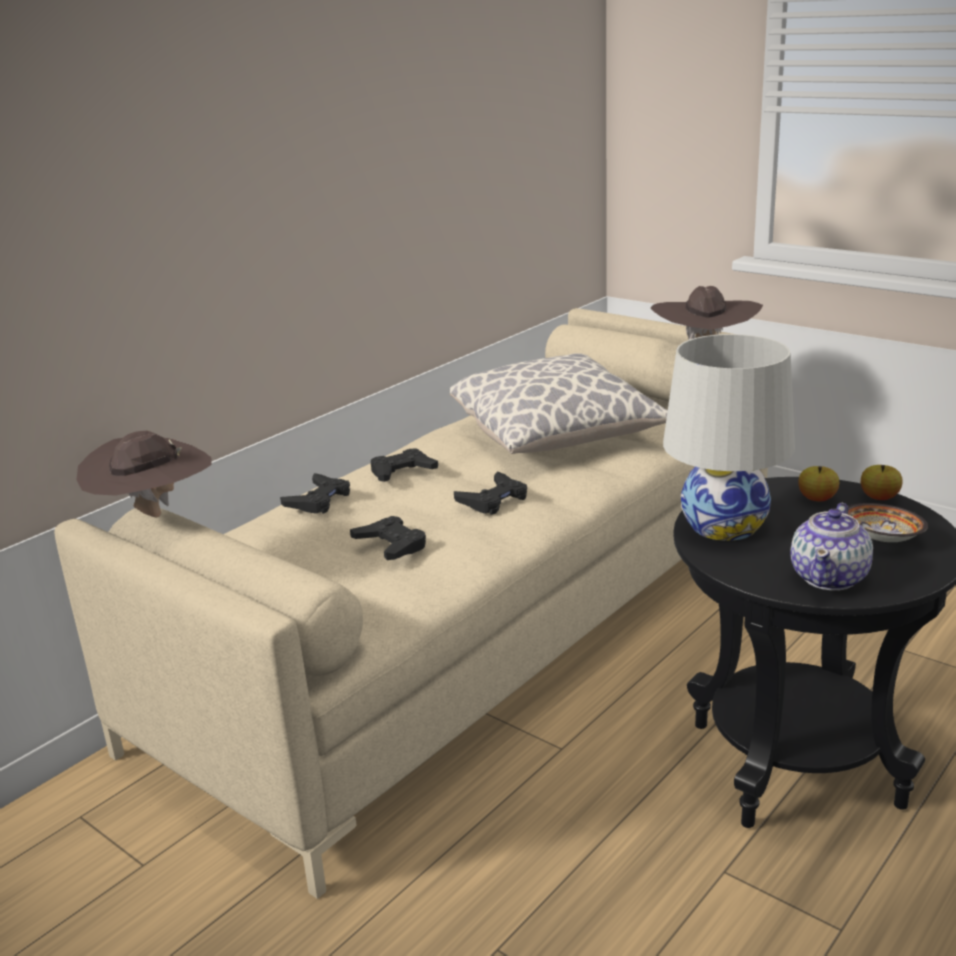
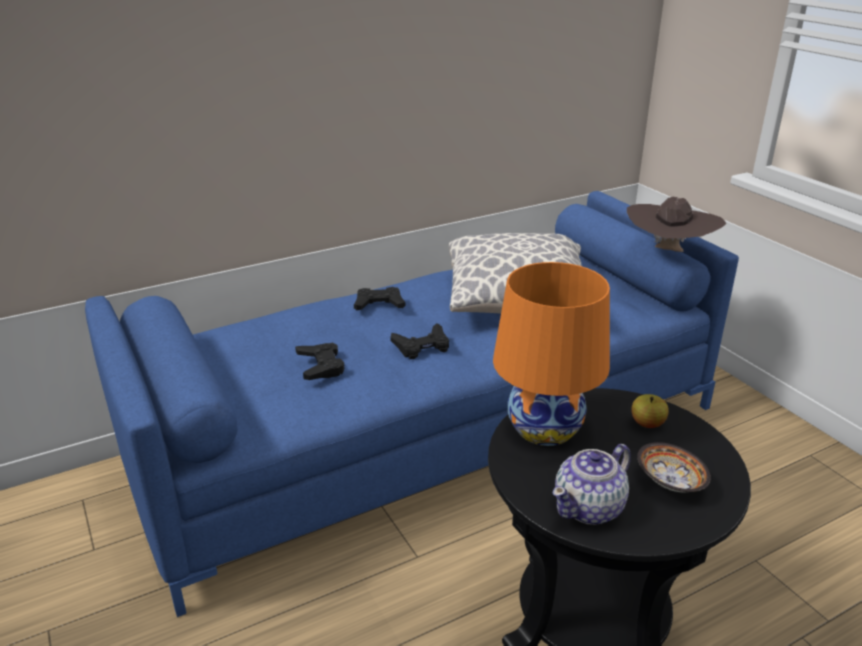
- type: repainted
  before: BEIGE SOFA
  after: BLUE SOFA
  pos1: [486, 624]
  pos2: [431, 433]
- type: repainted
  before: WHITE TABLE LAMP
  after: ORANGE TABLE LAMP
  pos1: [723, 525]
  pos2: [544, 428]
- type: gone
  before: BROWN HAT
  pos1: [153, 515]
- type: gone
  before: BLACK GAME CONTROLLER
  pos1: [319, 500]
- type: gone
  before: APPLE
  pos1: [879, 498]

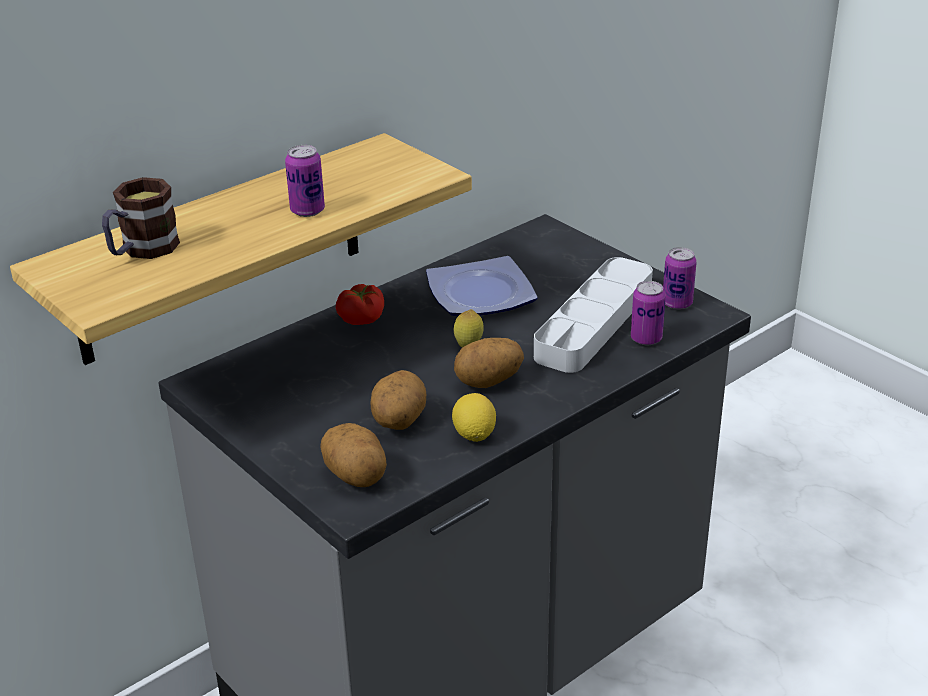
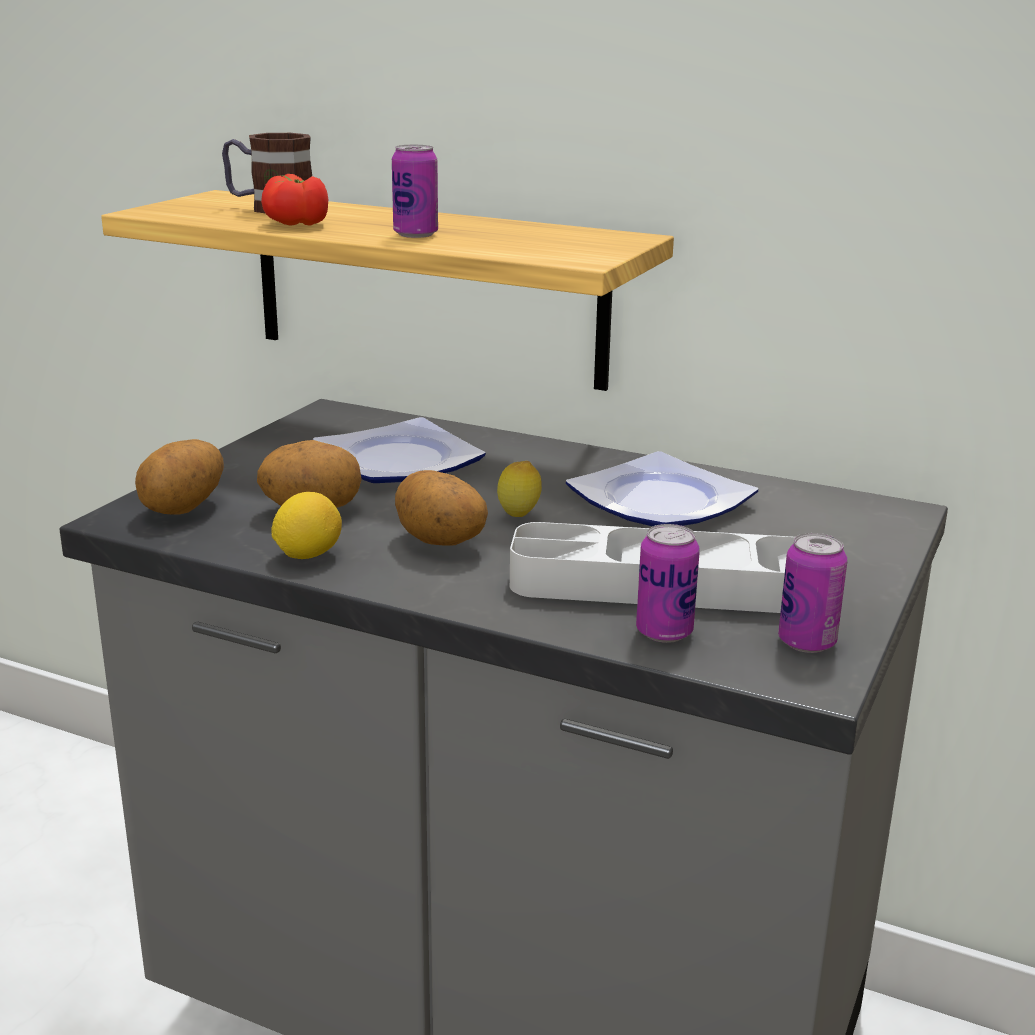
- type: shifted
  before: TOMATO
  pos1: [362, 319]
  pos2: [296, 224]
- type: new
  after: PLATE
  pos2: [397, 463]

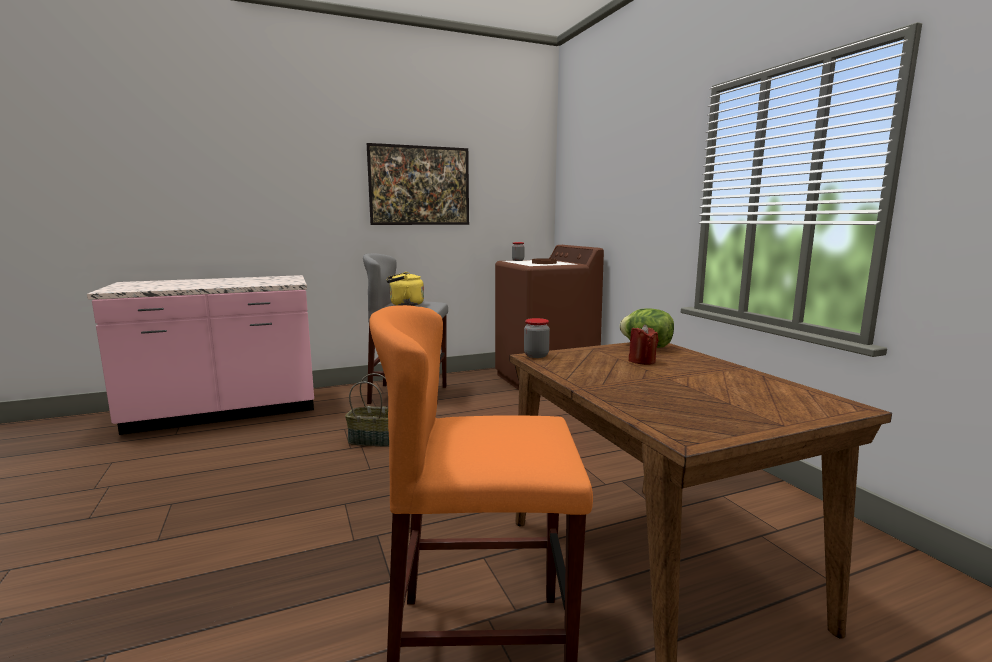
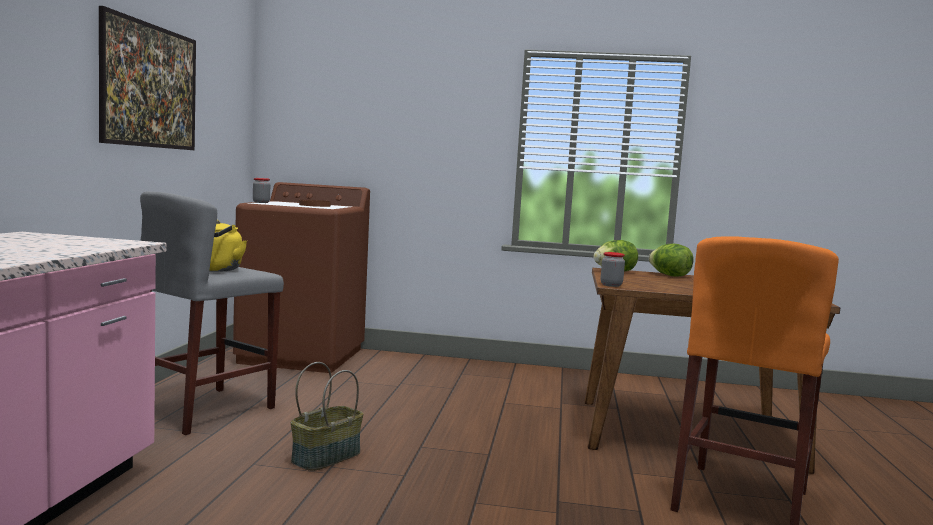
- type: new
  after: LETTUCE
  pos2: [670, 275]
- type: gone
  before: RED CANDLE
  pos1: [642, 361]

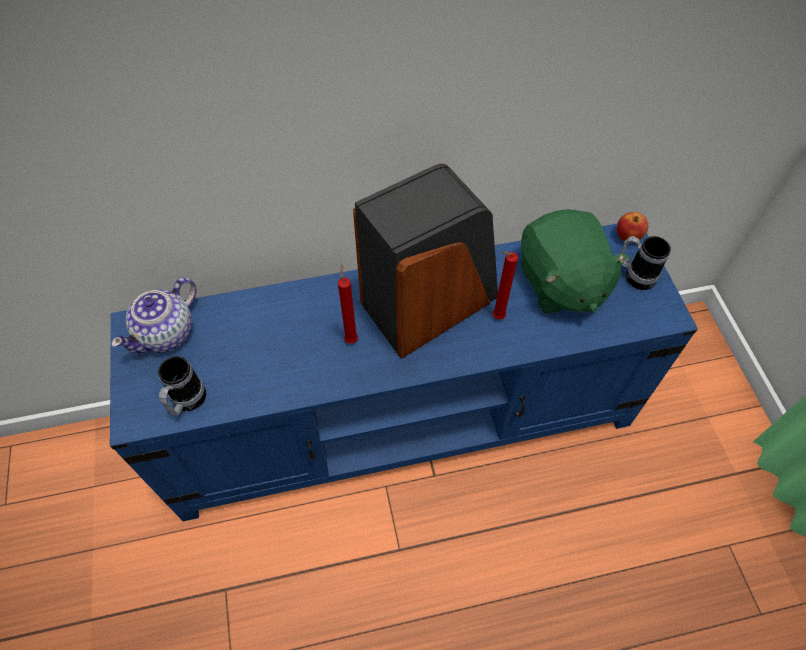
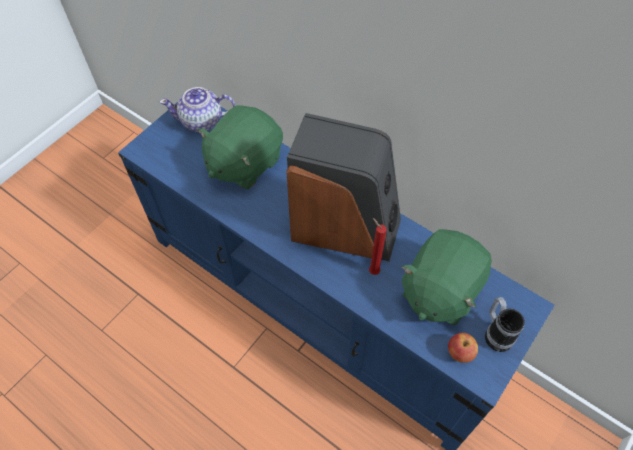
- type: new
  after: GREEN PLUSH TOY
  pos2: [244, 163]
- type: shifted
  before: APPLE
  pos1: [628, 237]
  pos2: [459, 353]
- type: gone
  before: MUG
  pos1: [186, 402]
- type: gone
  before: RED CANDLE
  pos1: [351, 338]

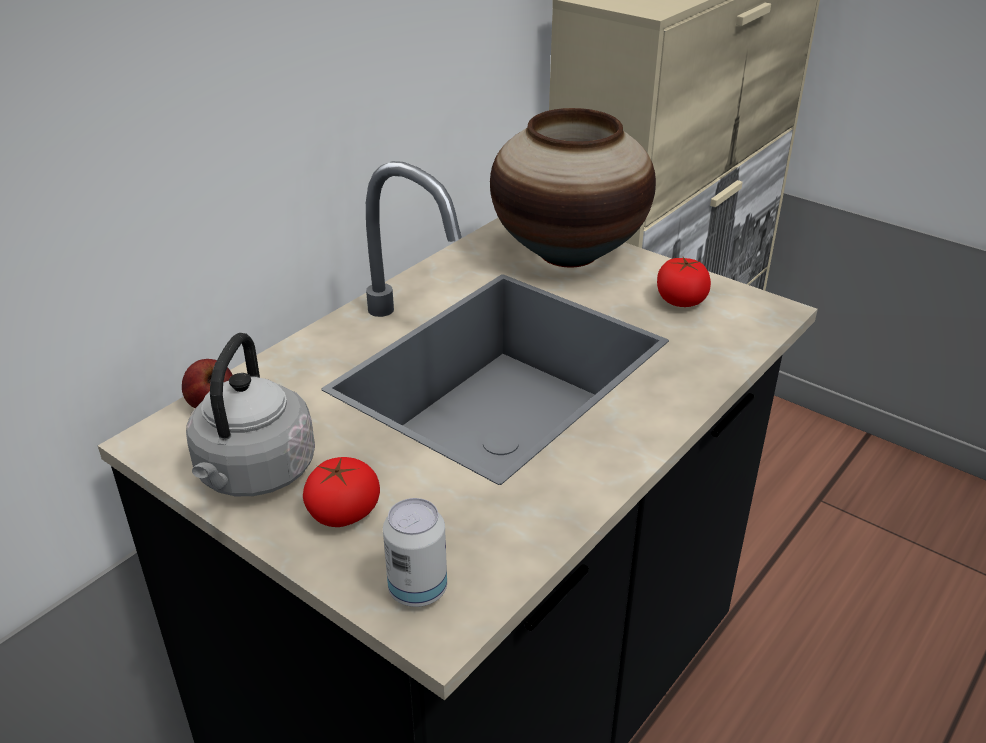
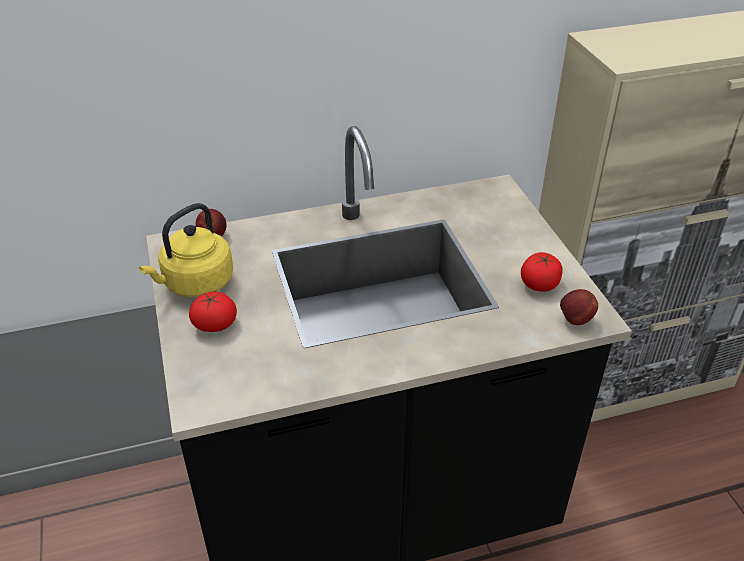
- type: repainted
  before: GREY KETTLE
  after: YELLOW KETTLE
  pos1: [254, 475]
  pos2: [195, 284]
- type: new
  after: APPLE
  pos2: [575, 320]
- type: gone
  before: CAN
  pos1: [418, 589]
- type: gone
  before: VASE
  pos1: [569, 253]

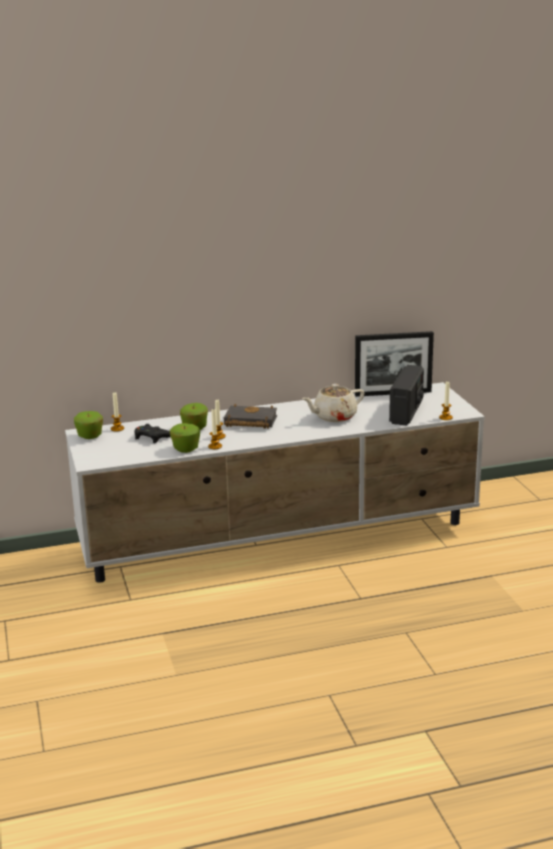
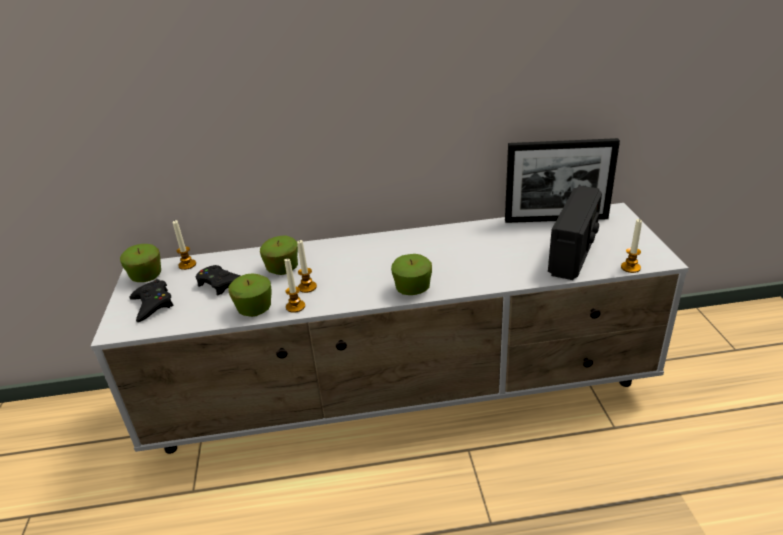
- type: new
  after: BLACK GAME CONTROLLER
  pos2: [152, 304]
- type: new
  after: APPLE
  pos2: [412, 289]
- type: gone
  before: BLACK BOOK
  pos1: [249, 422]
- type: gone
  before: BEIGE TEAPOT
  pos1: [334, 417]

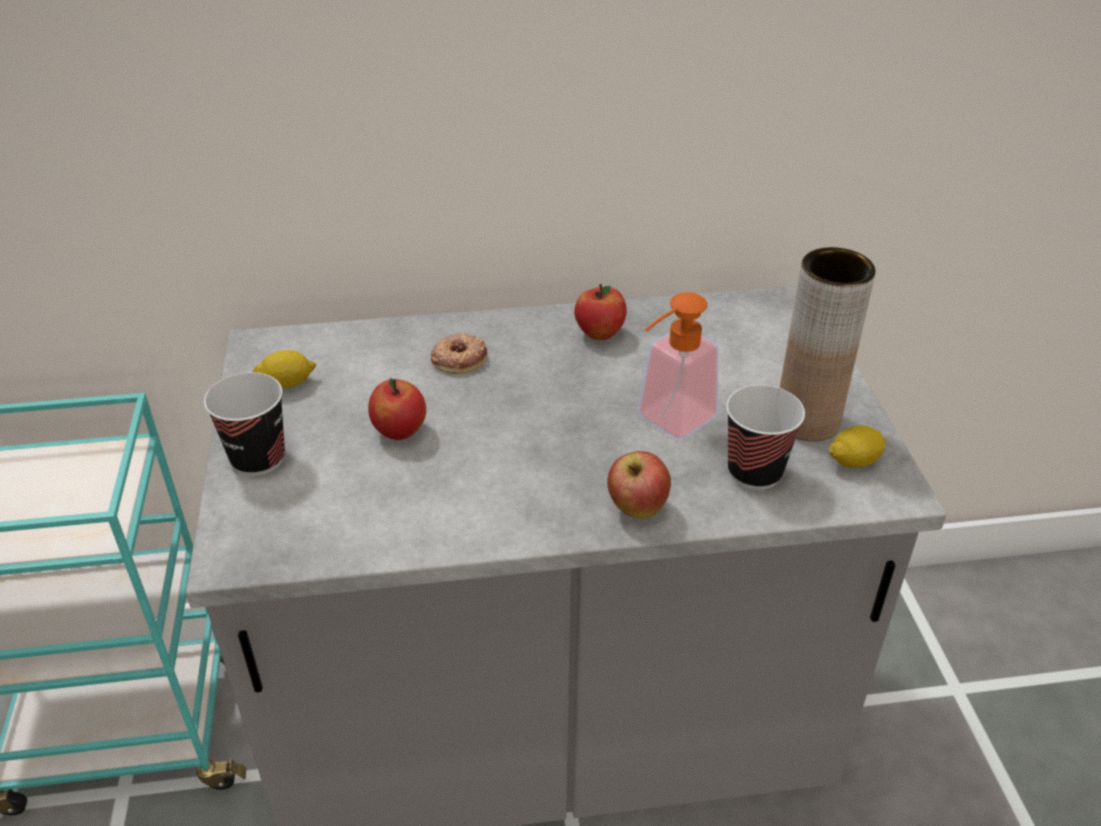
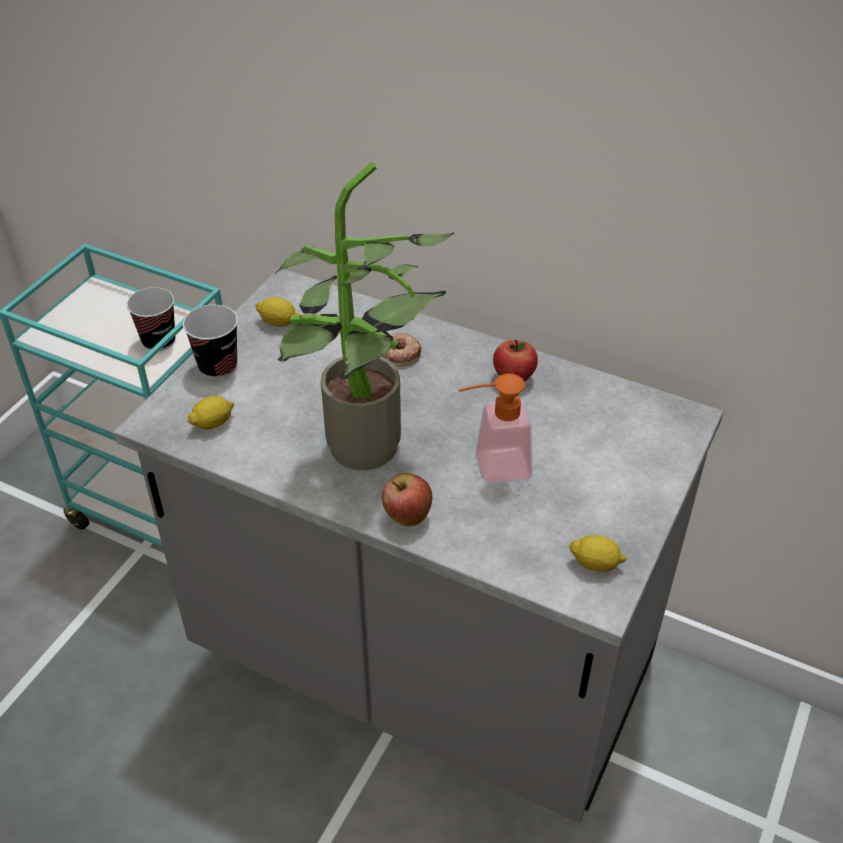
- type: shifted
  before: CUP
  pos1: [754, 472]
  pos2: [159, 341]
- type: new
  after: LEMON
  pos2: [213, 423]
- type: new
  after: POTTED PLANT
  pos2: [361, 454]
- type: gone
  before: APPLE
  pos1: [400, 431]
- type: gone
  before: BROWN VASE
  pos1: [807, 421]

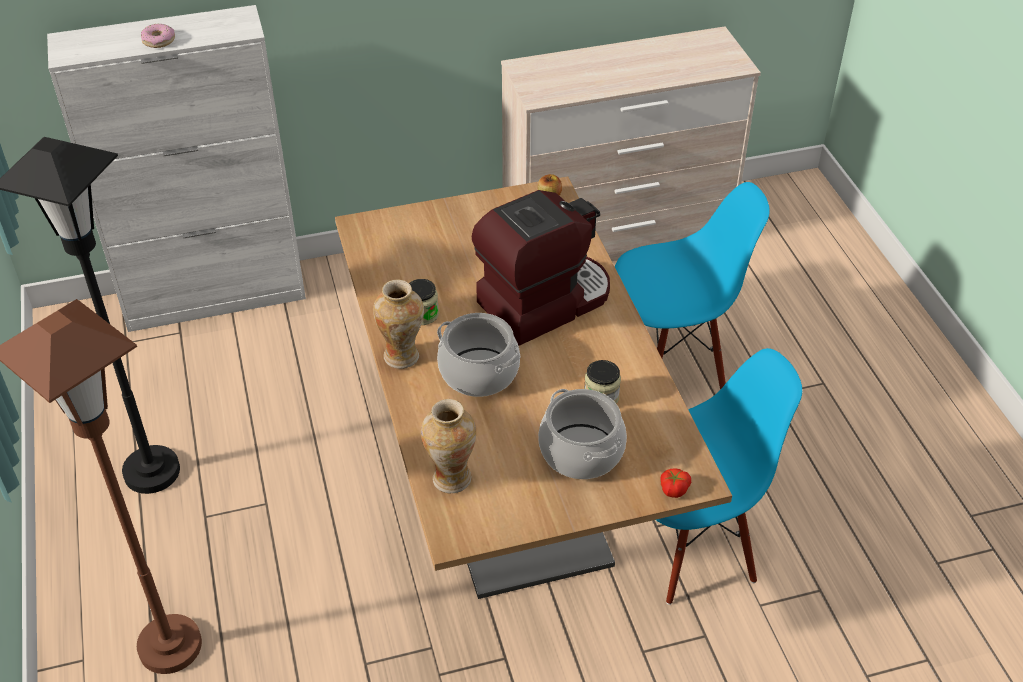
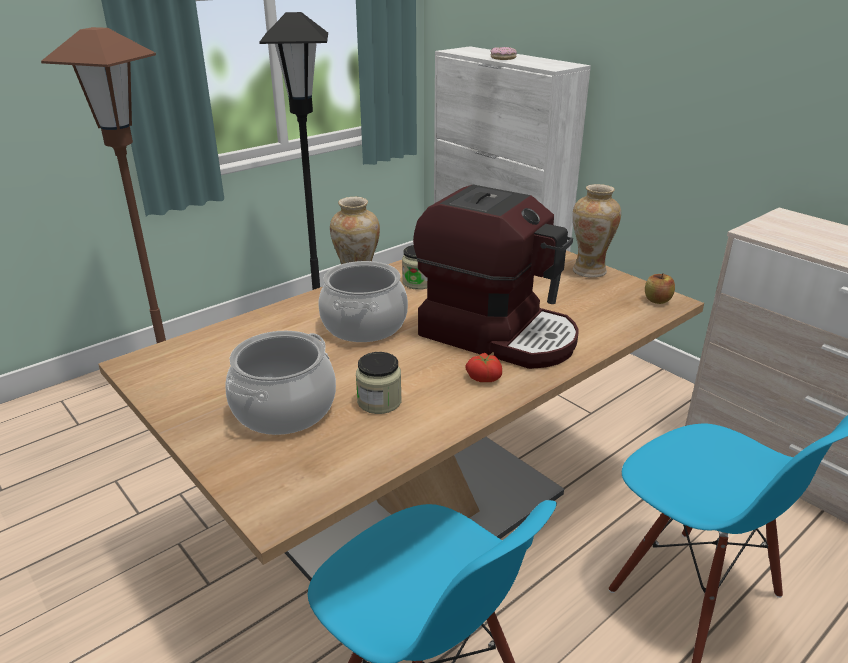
- type: shifted
  before: TOMATO
  pos1: [673, 488]
  pos2: [484, 377]
- type: shifted
  before: VASE
  pos1: [451, 478]
  pos2: [589, 271]

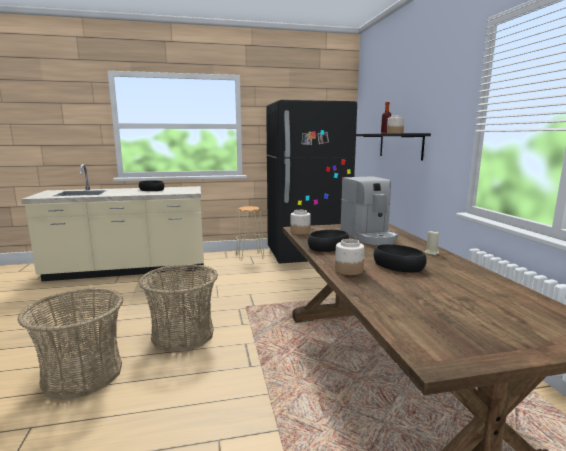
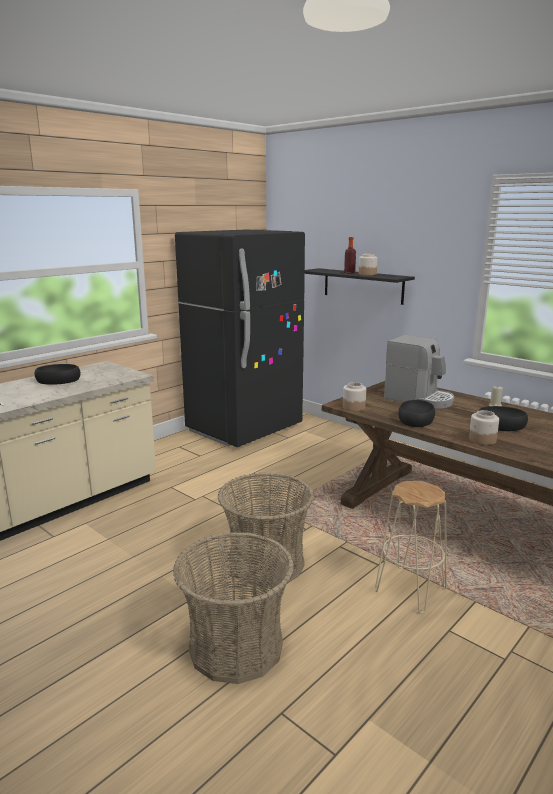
- type: shifted
  before: BEIGE STOOL
  pos1: [250, 256]
  pos2: [410, 589]

